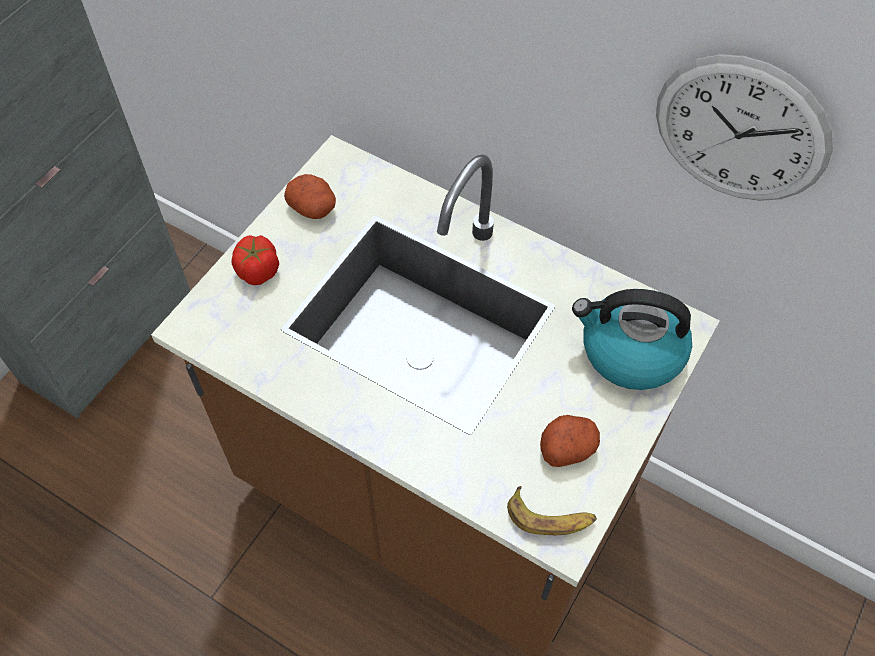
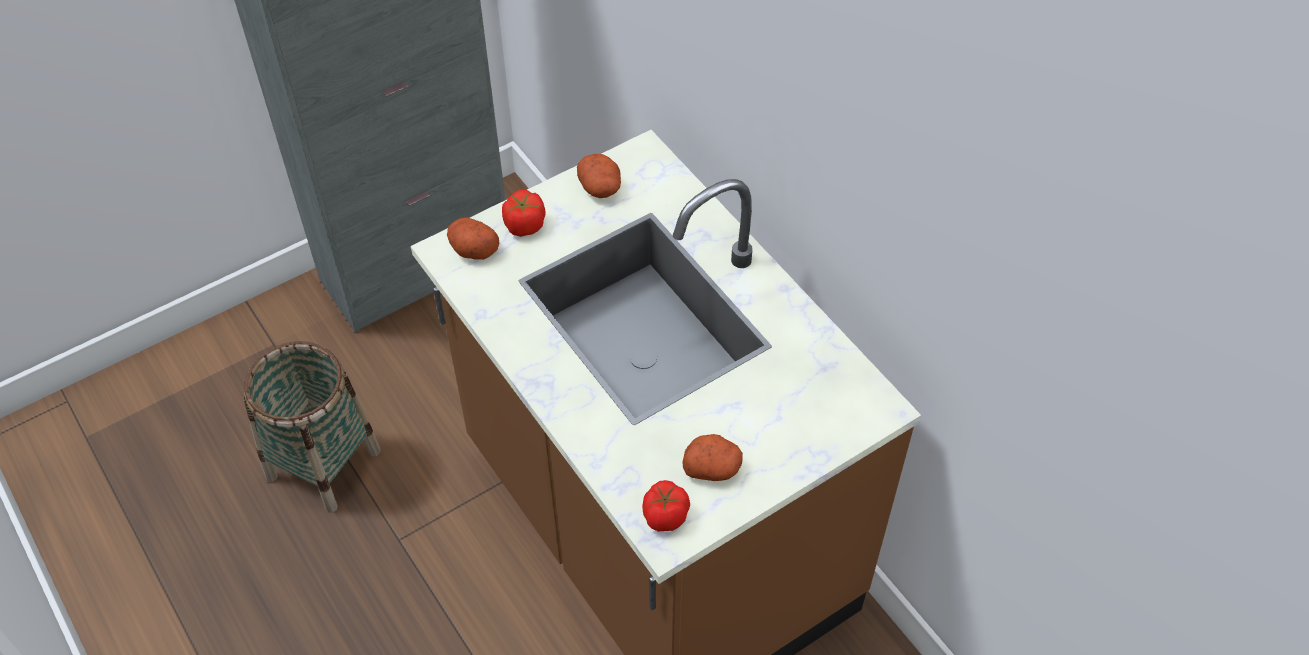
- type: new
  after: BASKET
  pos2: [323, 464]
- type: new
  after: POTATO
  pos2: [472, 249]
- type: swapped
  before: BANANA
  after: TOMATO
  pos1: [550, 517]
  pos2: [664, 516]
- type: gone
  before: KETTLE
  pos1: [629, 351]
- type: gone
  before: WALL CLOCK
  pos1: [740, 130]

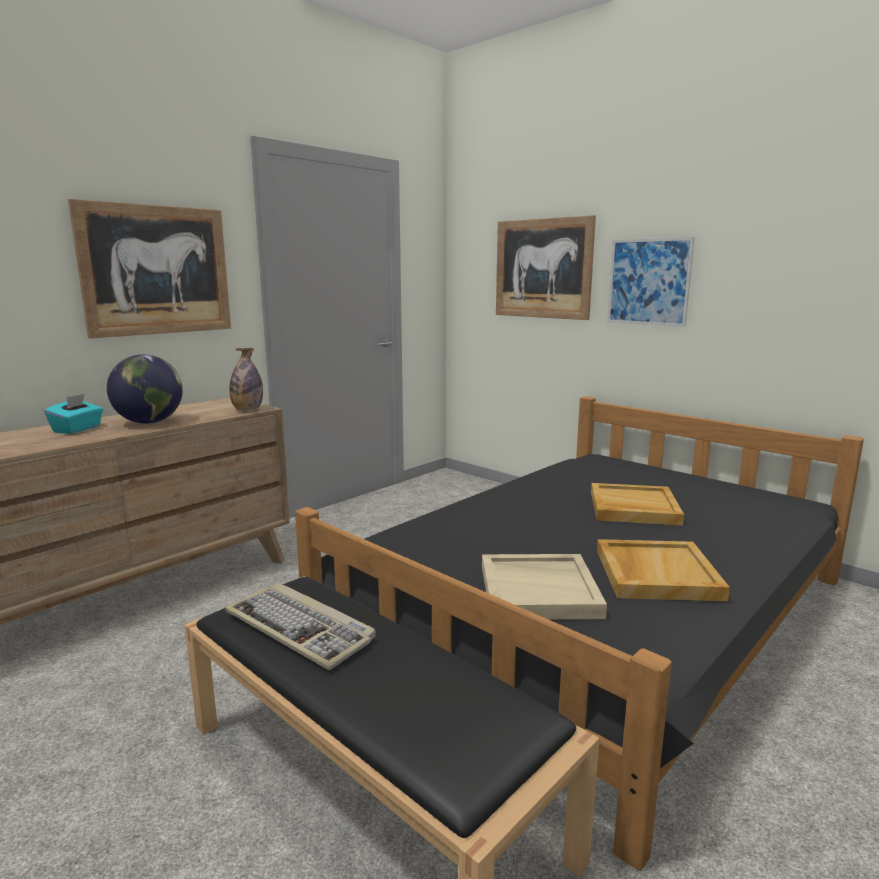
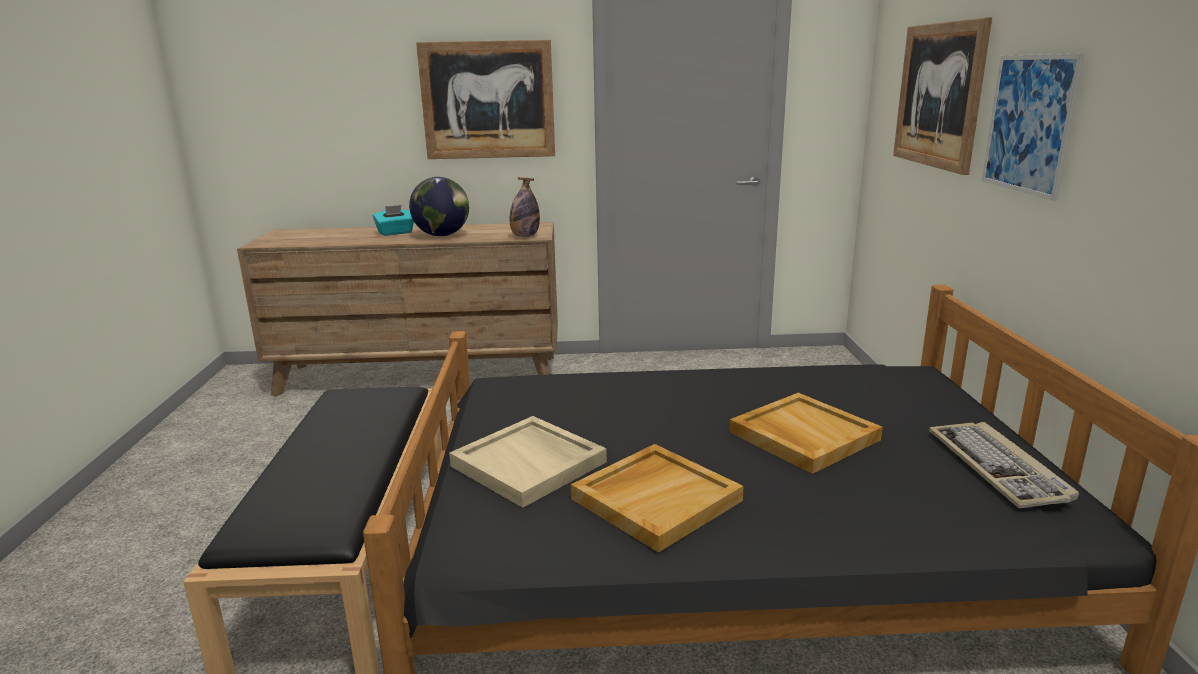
- type: shifted
  before: KEYBOARD
  pos1: [301, 628]
  pos2: [998, 467]

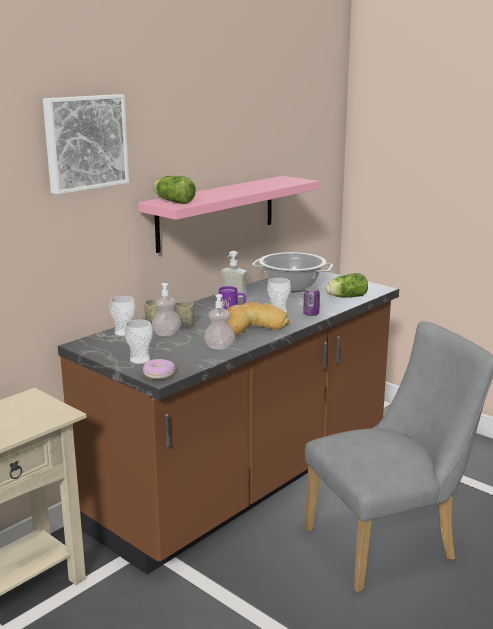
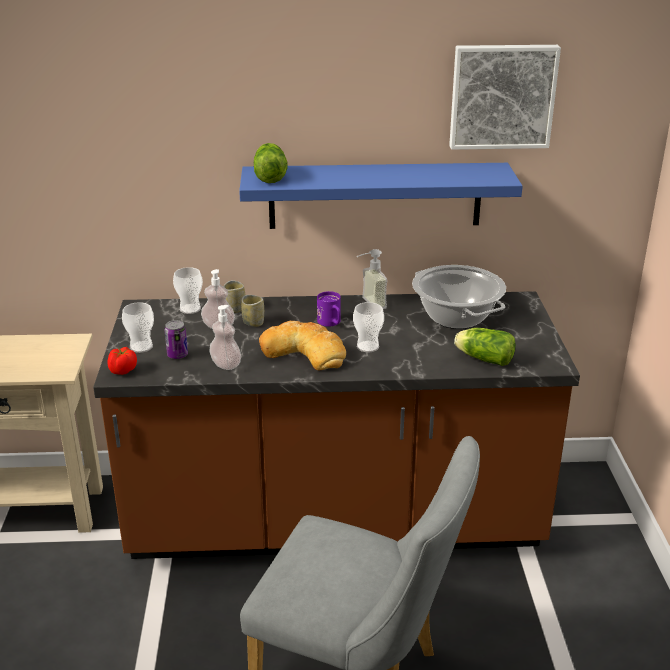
- type: swapped
  before: DONUT
  after: TOMATO
  pos1: [159, 374]
  pos2: [123, 371]
- type: shifted
  before: CAN
  pos1: [311, 314]
  pos2: [177, 355]
- type: repainted
  before: PINK SHELF
  after: BLUE SHELF
  pos1: [217, 212]
  pos2: [375, 195]
- type: shifted
  before: PICTURE
  pos1: [84, 142]
  pos2: [502, 96]

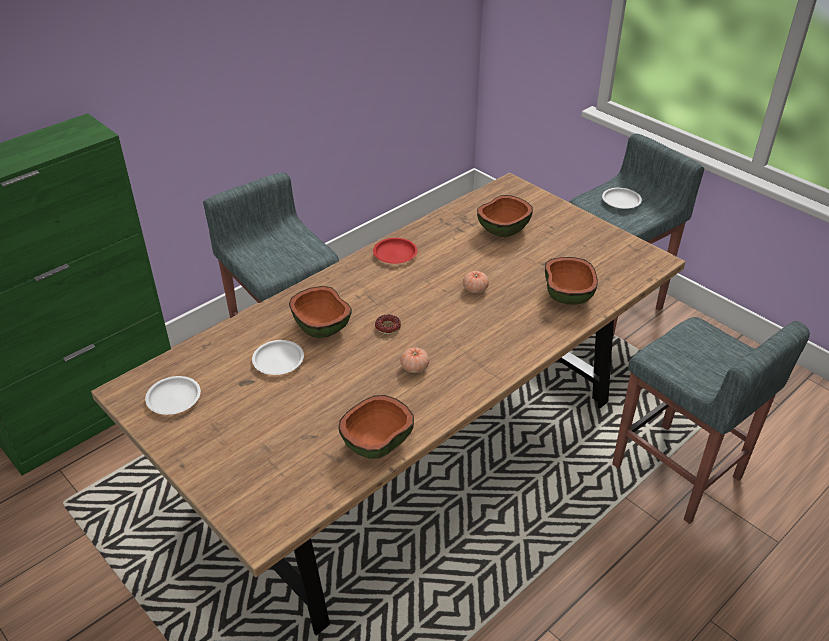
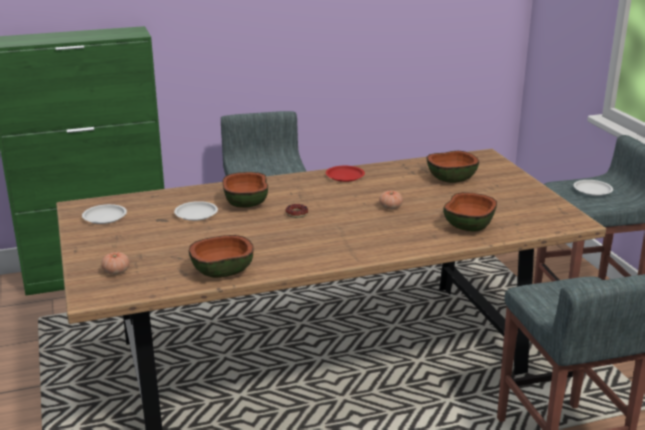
- type: shifted
  before: TOMATO
  pos1: [414, 367]
  pos2: [116, 272]

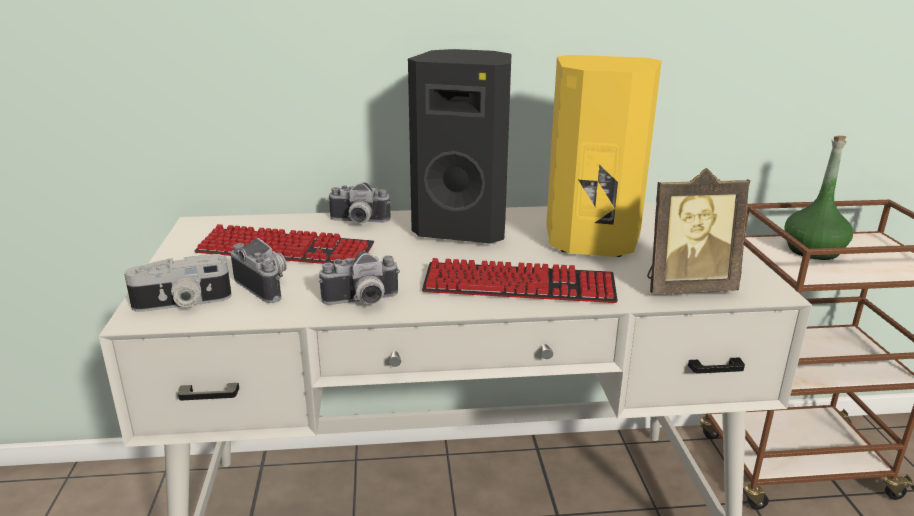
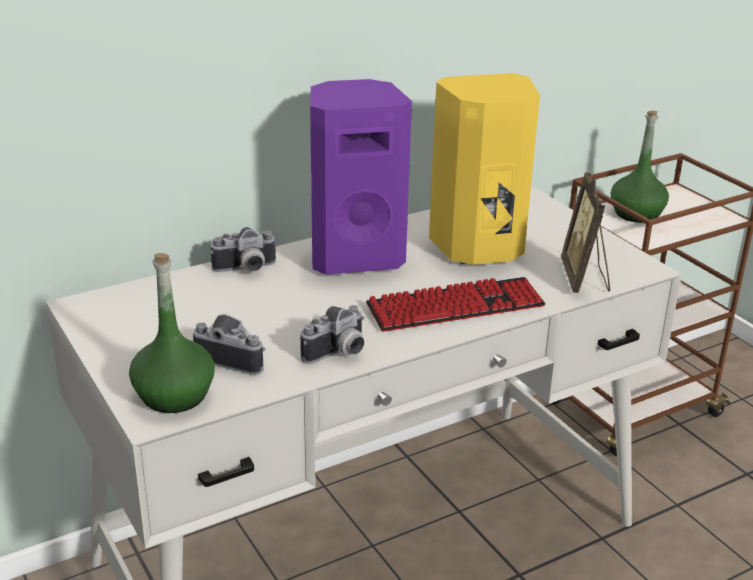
- type: swapped
  before: PHOTO CAMERA
  after: GREEN BOTTLE
  pos1: [182, 303]
  pos2: [174, 395]
- type: repainted
  before: BLACK SPEAKER
  after: PURPLE SPEAKER
  pos1: [463, 229]
  pos2: [355, 257]
- type: rotated
  before: PICTURE FRAME
  pos1: [686, 287]
  pos2: [585, 278]
  turn: 120
- type: gone
  before: KEYBOARD
  pos1: [285, 250]

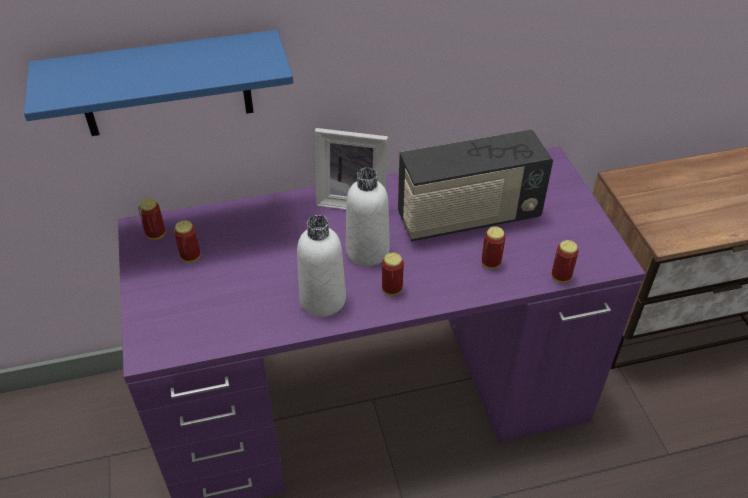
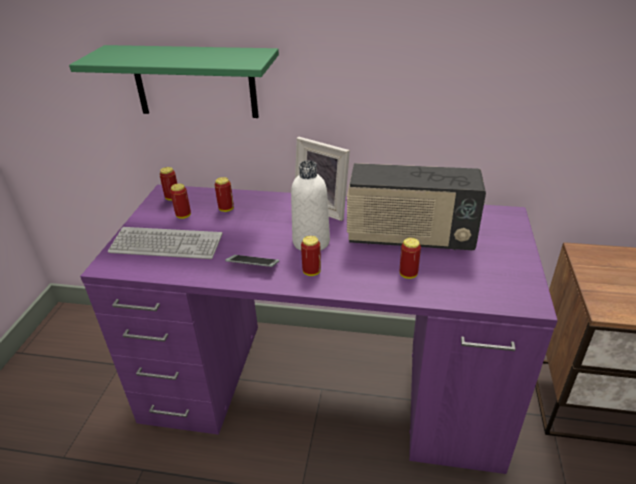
- type: repainted
  before: BLUE SHELF
  after: GREEN SHELF
  pos1: [165, 85]
  pos2: [194, 82]
- type: new
  after: KEYBOARD
  pos2: [166, 245]
- type: shifted
  before: CAN
  pos1: [561, 277]
  pos2: [226, 209]
- type: swapped
  before: WHITE BOTTLE
  after: PHONE
  pos1: [323, 300]
  pos2: [253, 265]

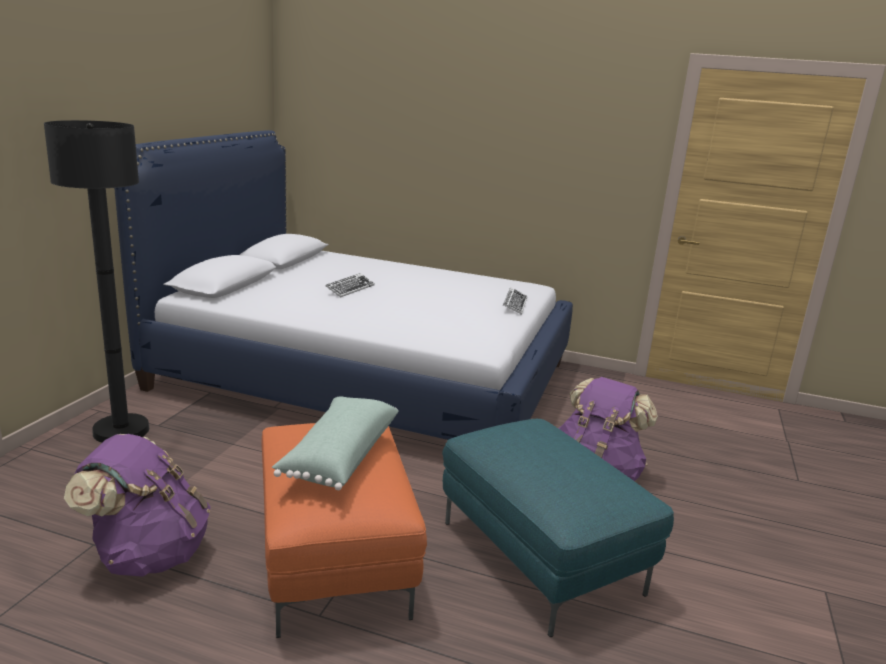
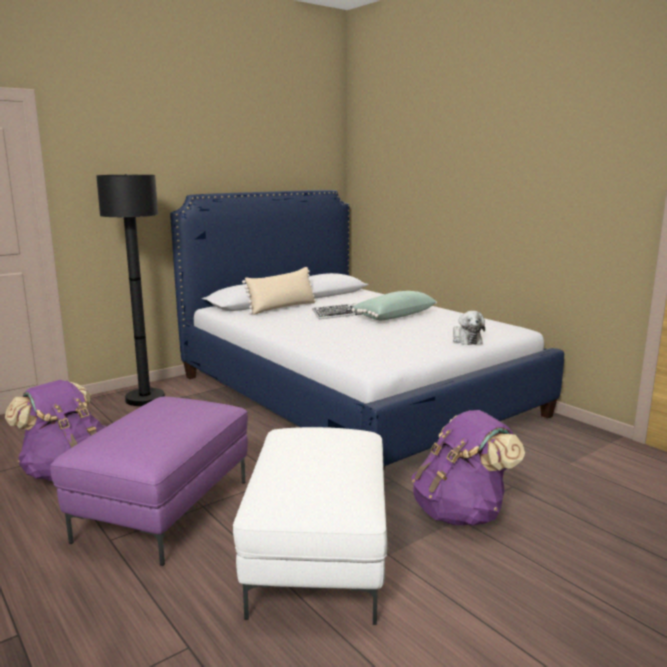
- type: repainted
  before: ORANGE OTTOMAN
  after: PURPLE OTTOMAN
  pos1: [332, 560]
  pos2: [163, 509]
- type: repainted
  before: TURQUOISE OTTOMAN
  after: WHITE OTTOMAN
  pos1: [542, 557]
  pos2: [320, 560]
- type: new
  after: BEIGE PILLOW
  pos2: [282, 308]
- type: shifted
  before: GREEN PILLOW
  pos1: [338, 456]
  pos2: [394, 316]
- type: swapped
  before: KEYBOARD
  after: PLUSH TOY
  pos1: [514, 304]
  pos2: [466, 340]

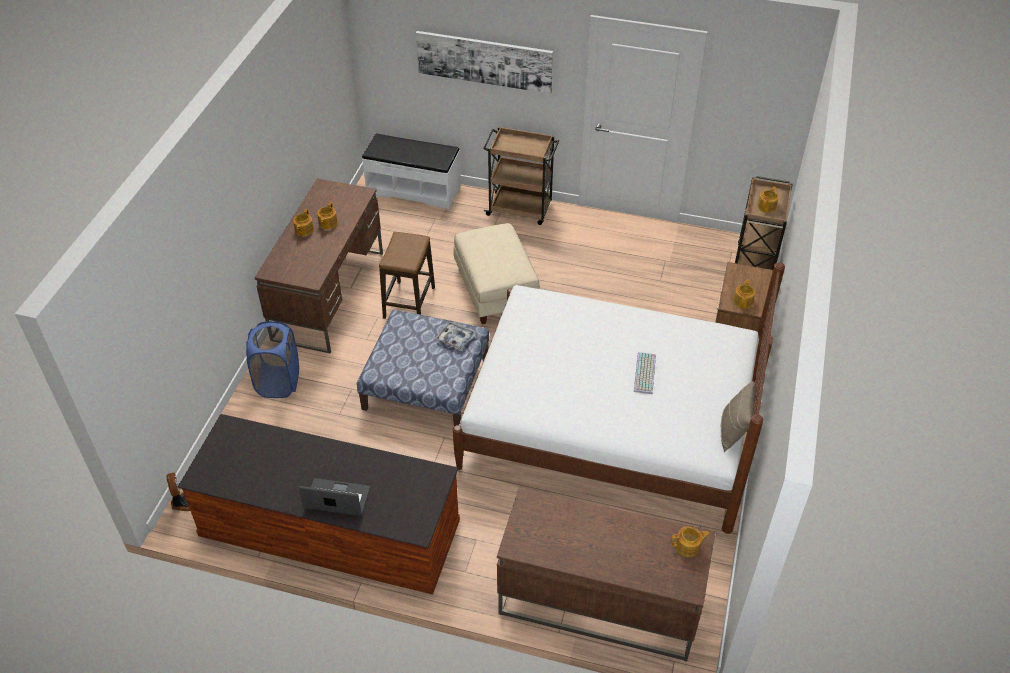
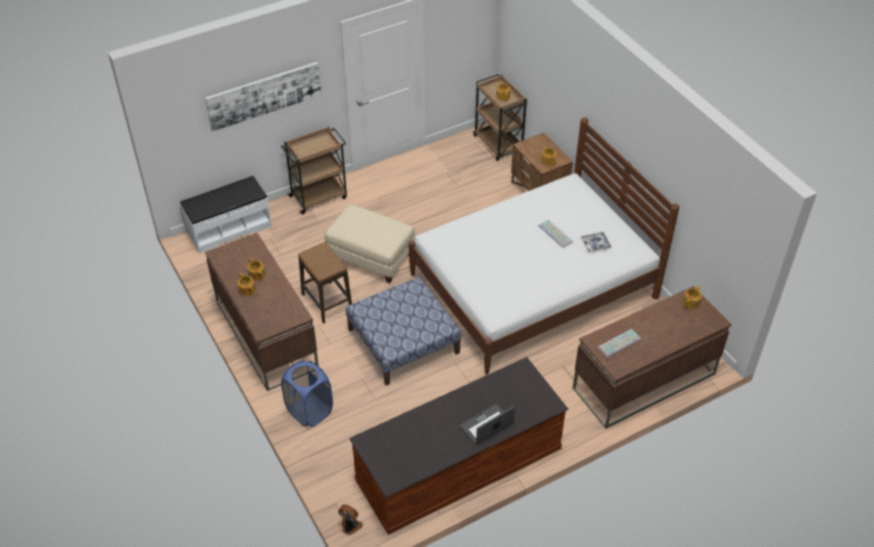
- type: shifted
  before: TRAY
  pos1: [455, 338]
  pos2: [595, 244]
- type: new
  after: KEYBOARD
  pos2: [619, 344]
- type: gone
  before: BEIGE PILLOW
  pos1: [733, 431]

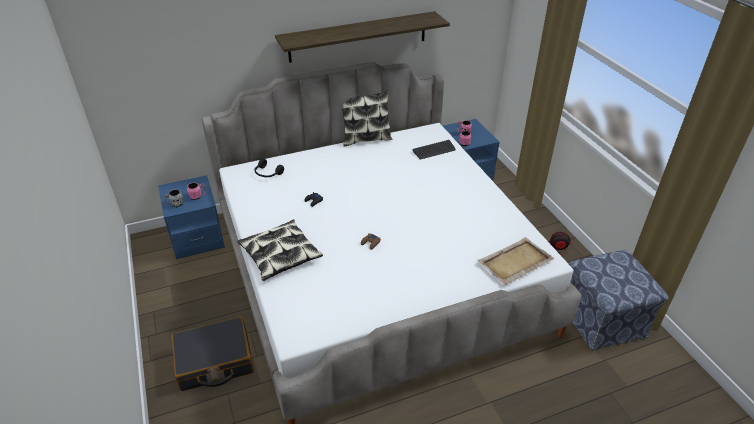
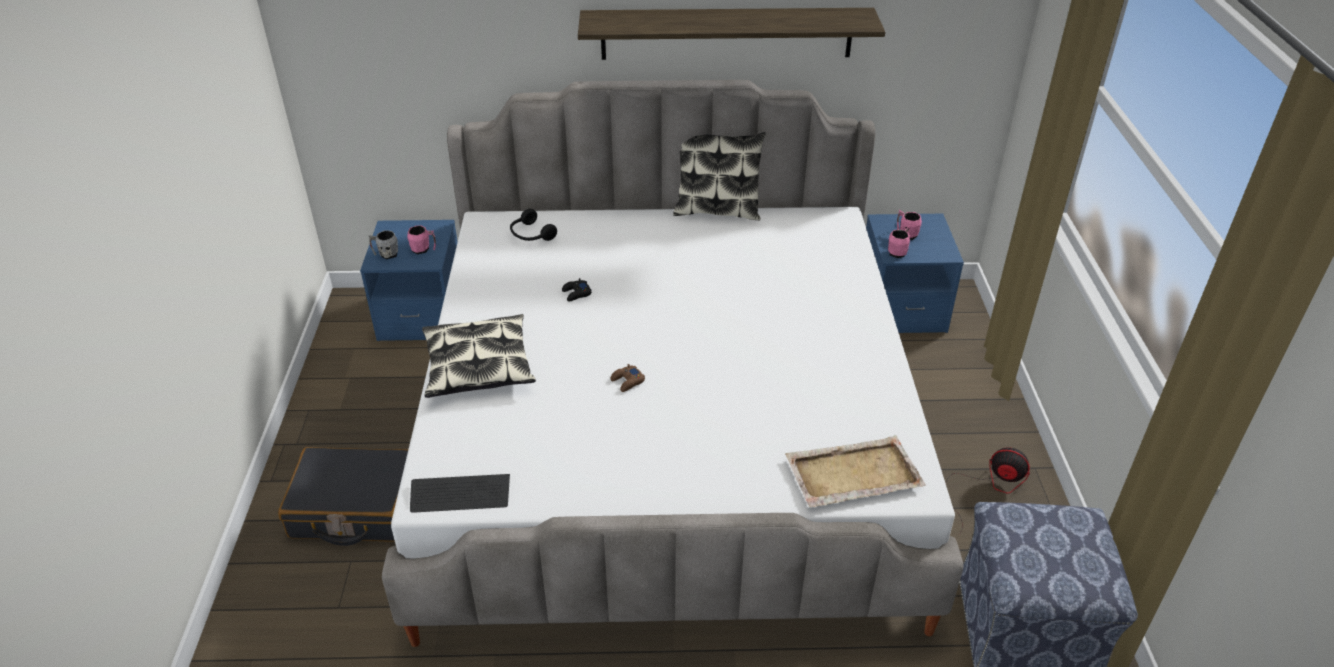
- type: shifted
  before: KEYBOARD
  pos1: [434, 150]
  pos2: [460, 495]

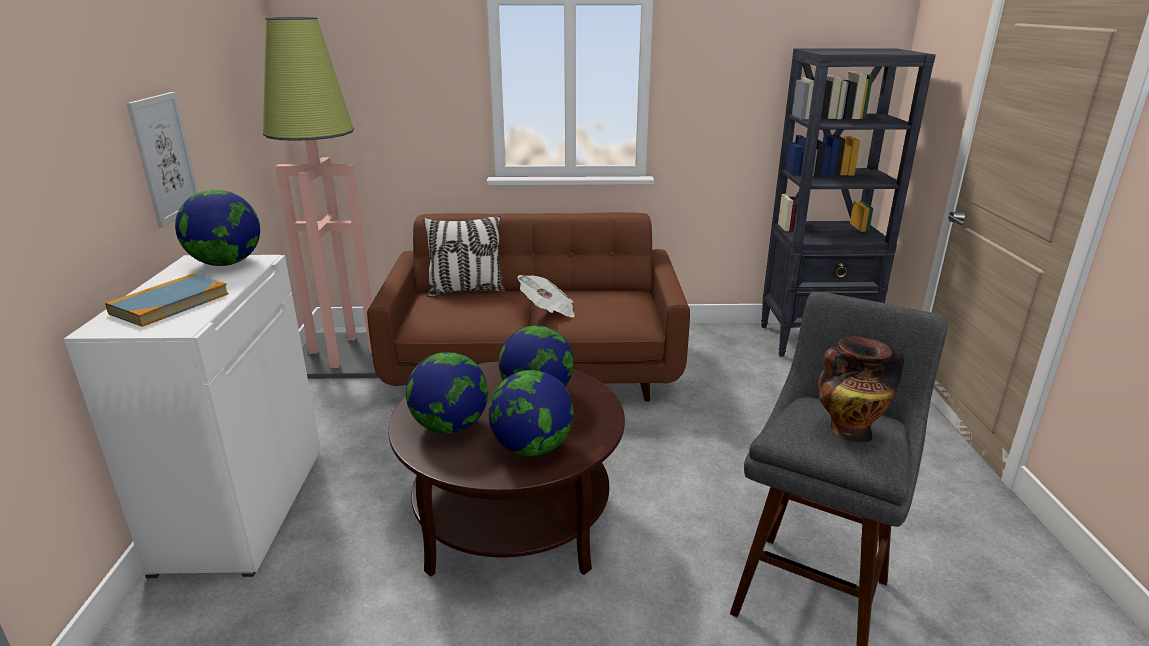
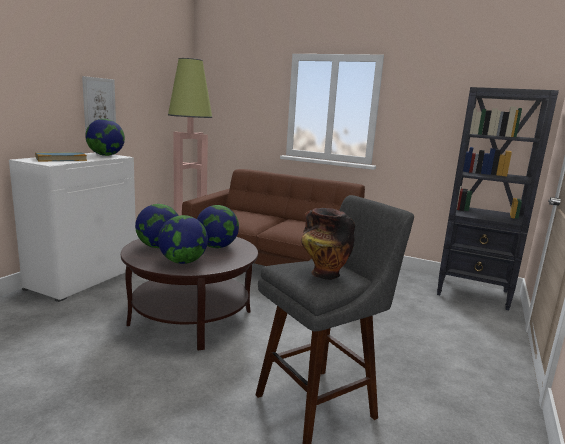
- type: gone
  before: PILLOW
  pos1: [466, 291]
- type: gone
  before: NEWSPAPER
  pos1: [548, 310]

